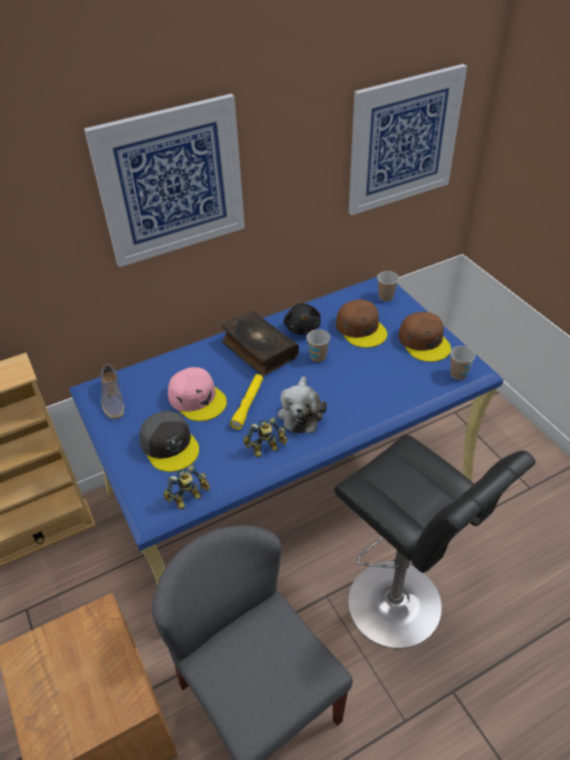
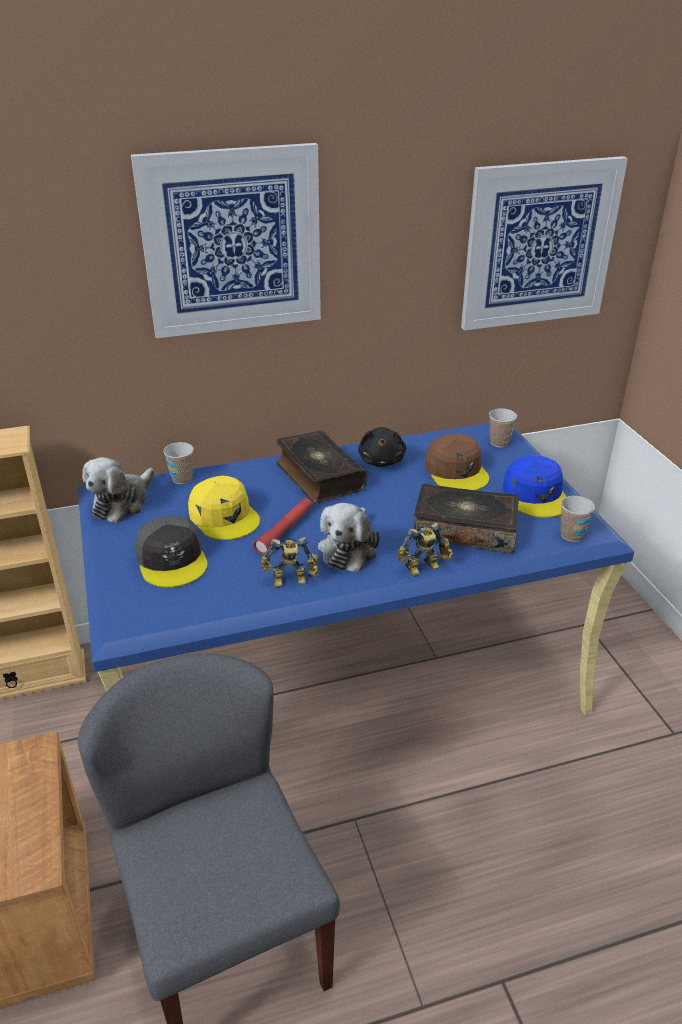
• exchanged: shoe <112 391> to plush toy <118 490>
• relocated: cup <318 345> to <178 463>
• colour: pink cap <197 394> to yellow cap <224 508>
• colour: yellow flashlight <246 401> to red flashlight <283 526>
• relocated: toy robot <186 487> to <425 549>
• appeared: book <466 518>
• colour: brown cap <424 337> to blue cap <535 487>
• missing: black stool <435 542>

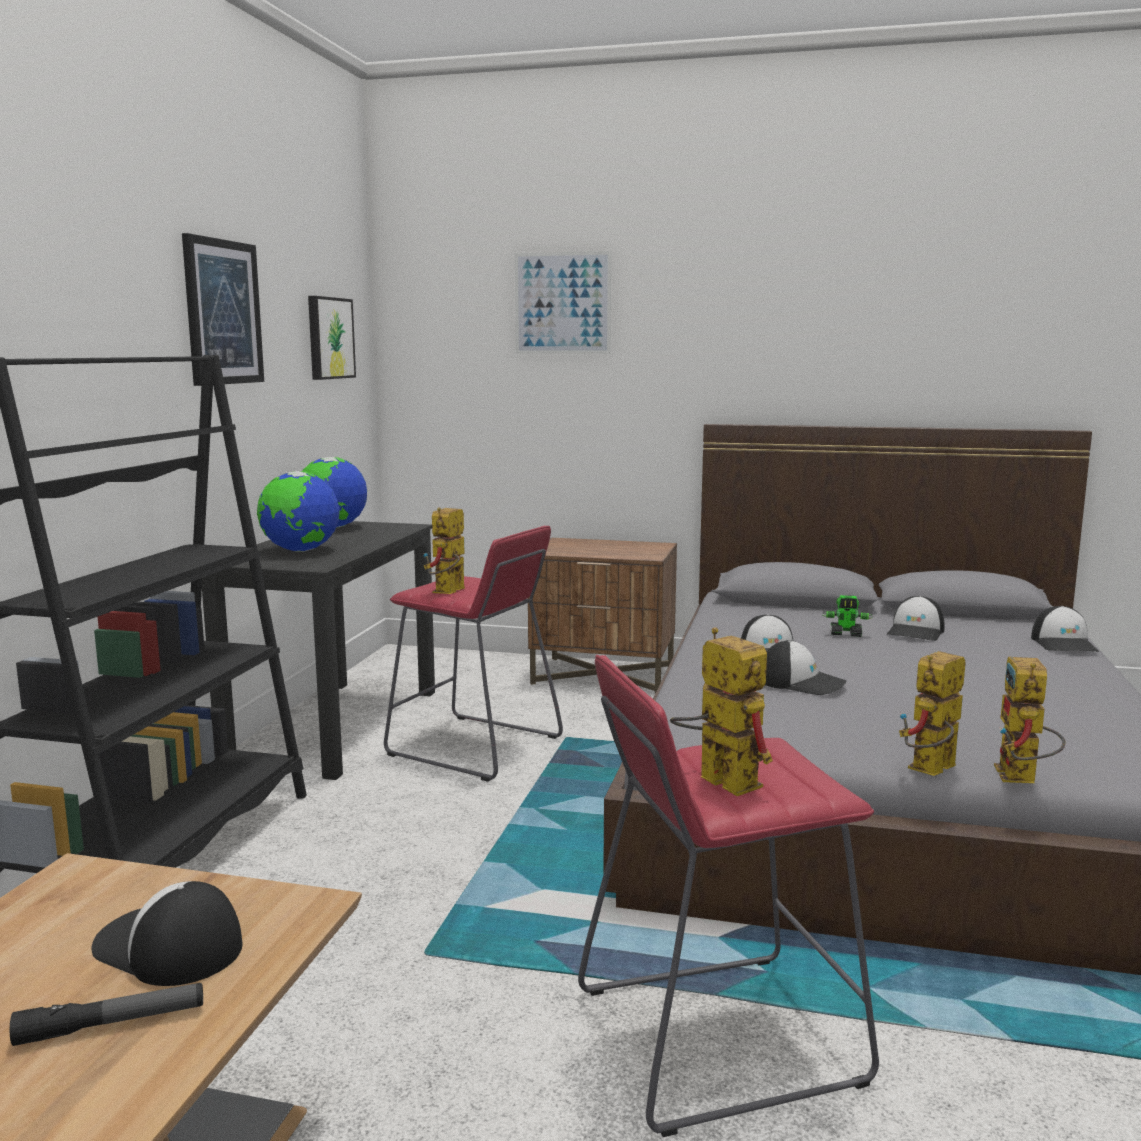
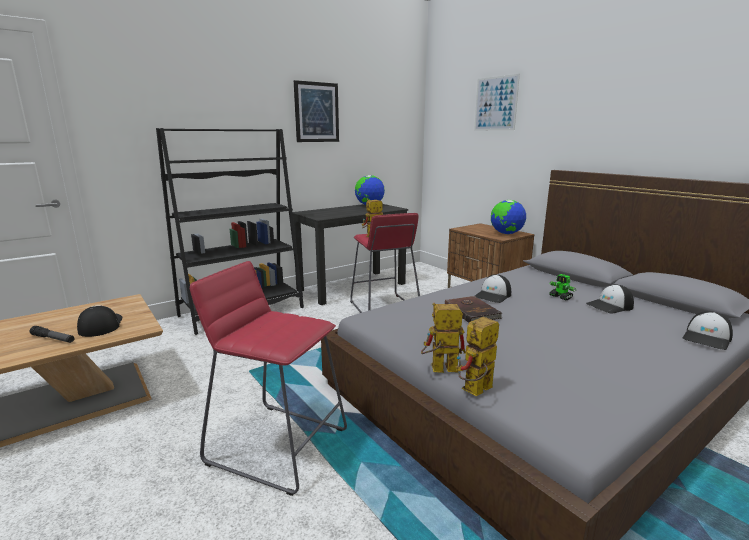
• exchanged: cap <806 667> to brown book <473 309>
• relocated: globe <298 511> to <508 217>
• missing: picture <332 338>
• missing: toy robot <721 711>

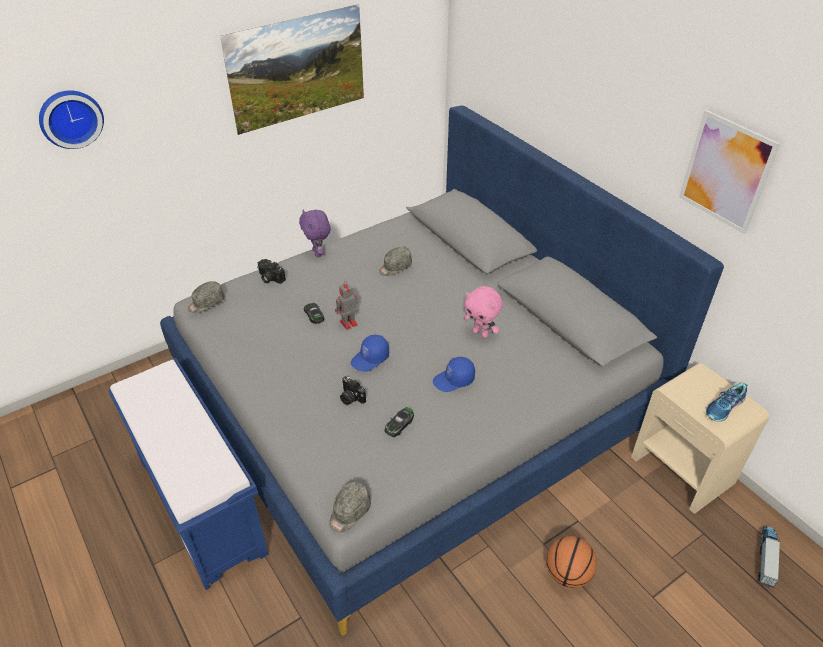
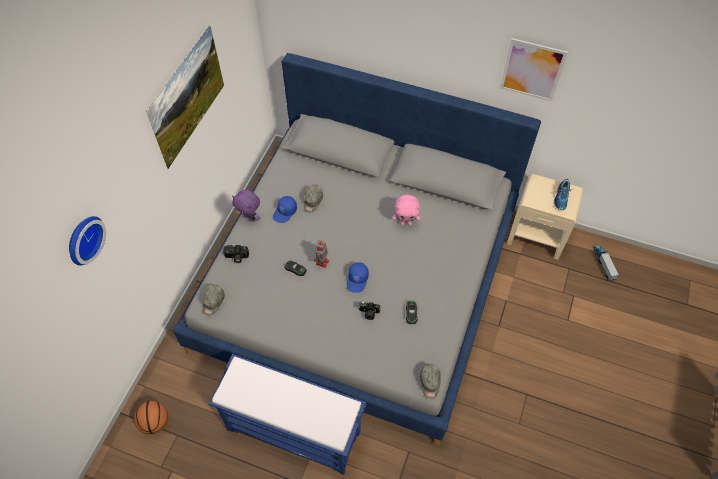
• relocated: basketball <572 562> to <151 417>
• relocated: blue cap <454 374> to <285 209>

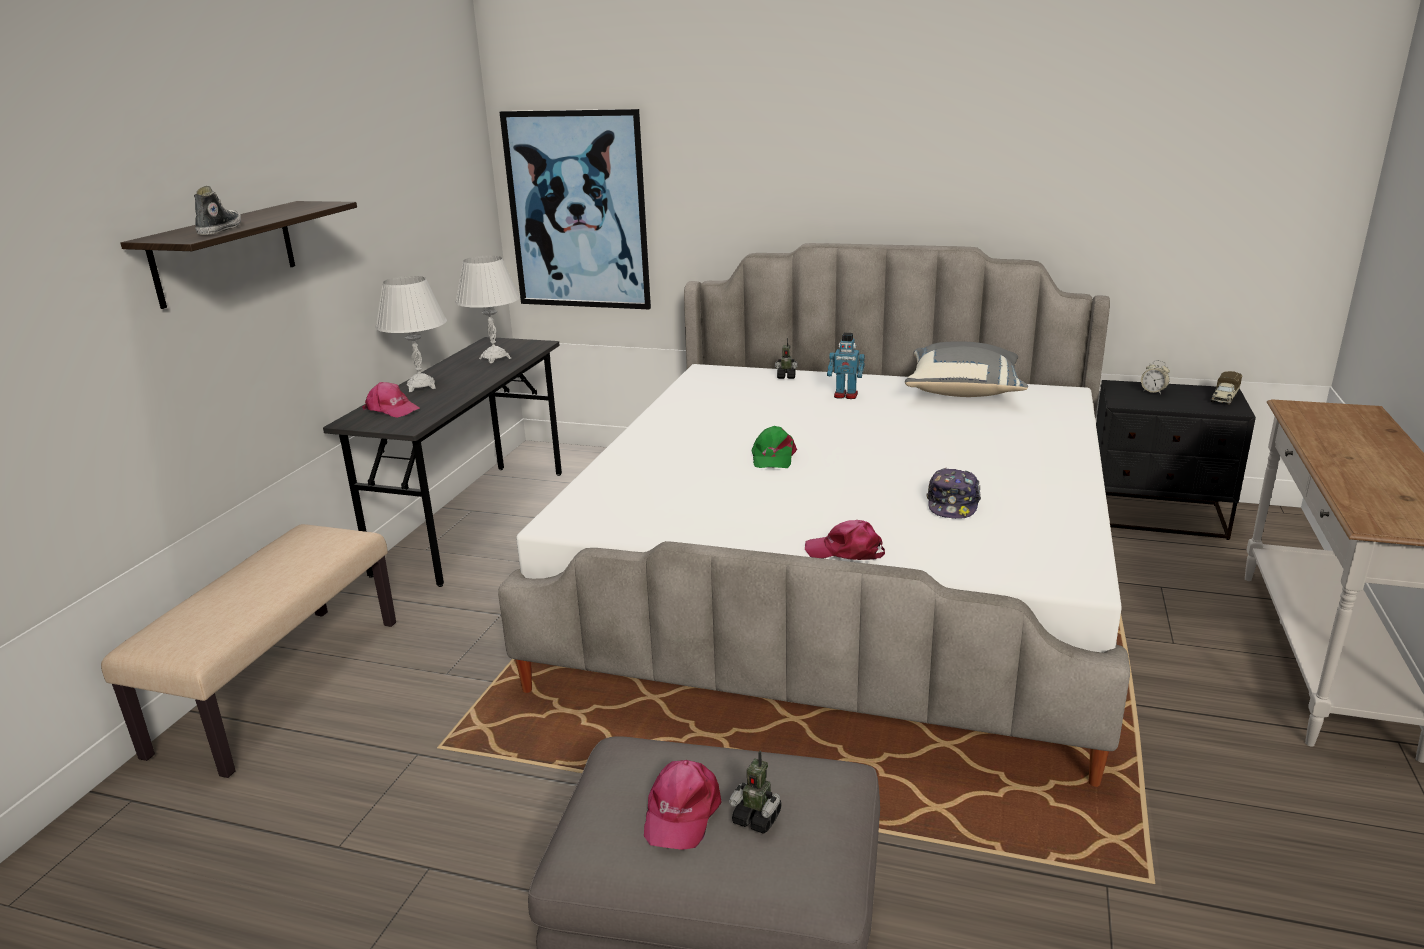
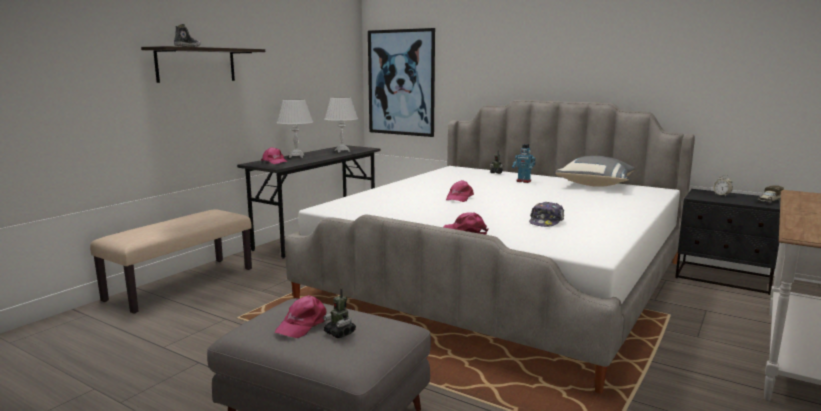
• colour: green cap <774 447> to pink cap <460 191>

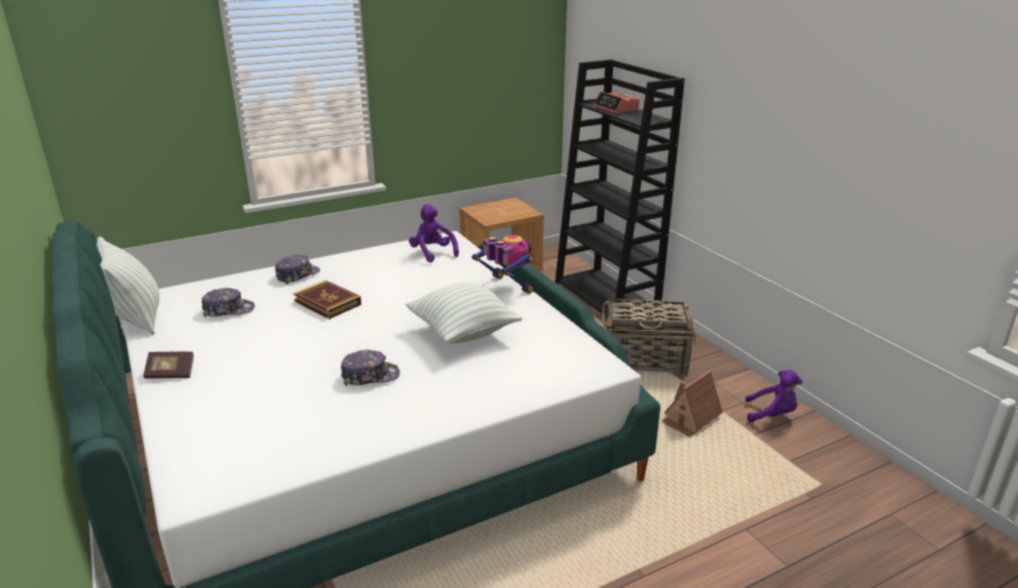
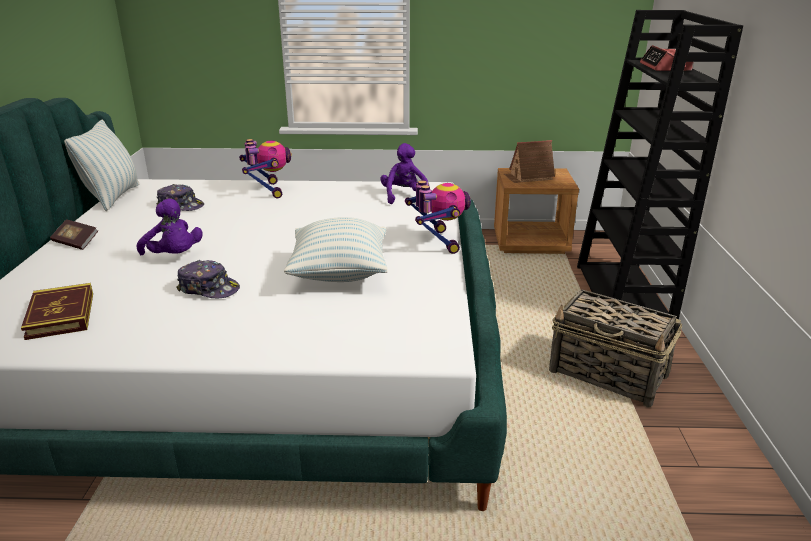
• relocated: book <327 299> to <57 311>
• relocated: purple plush toy <773 396> to <169 227>
• exchanged: cap <297 269> to toy robot <265 168>
• relocated: toy house <692 403> to <529 161>

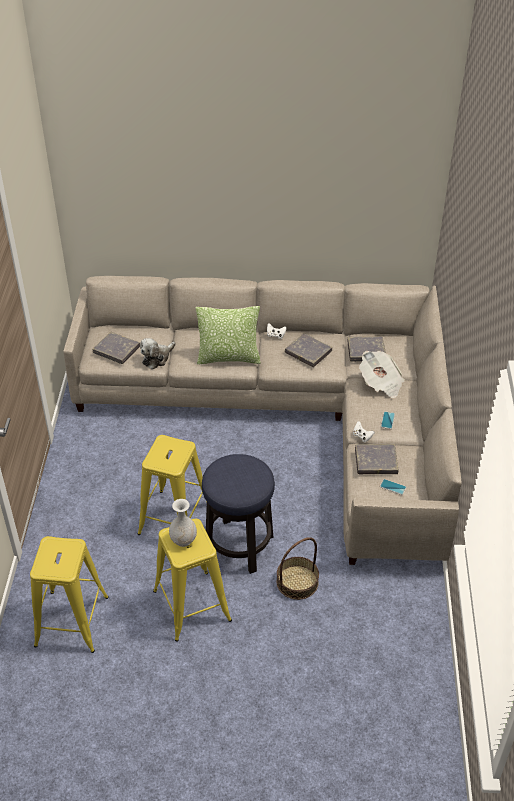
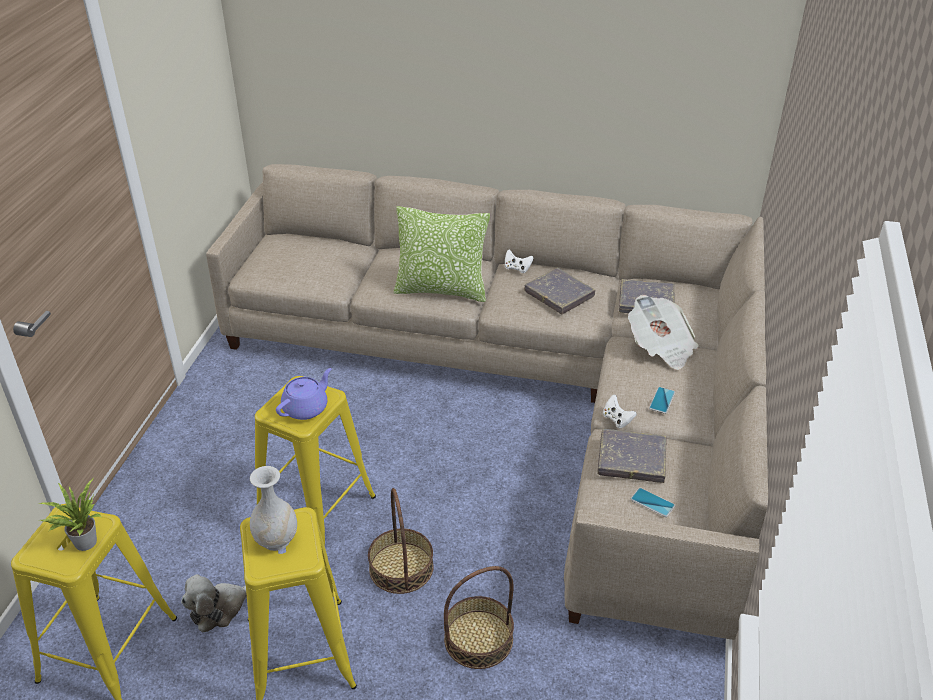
• appeared: potted plant <70 515>
• relocated: plush toy <158 353> to <214 603>
• appeared: purple teapot <303 394>
• exchanged: stool <238 514> to basket <401 541>
• missing: grey book <116 348>

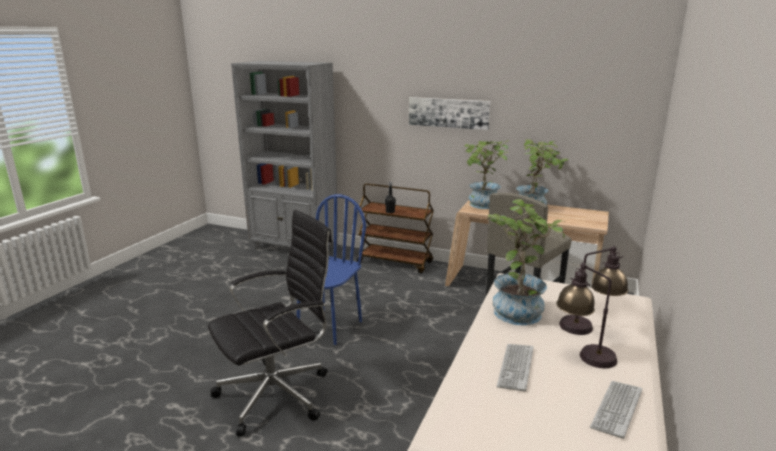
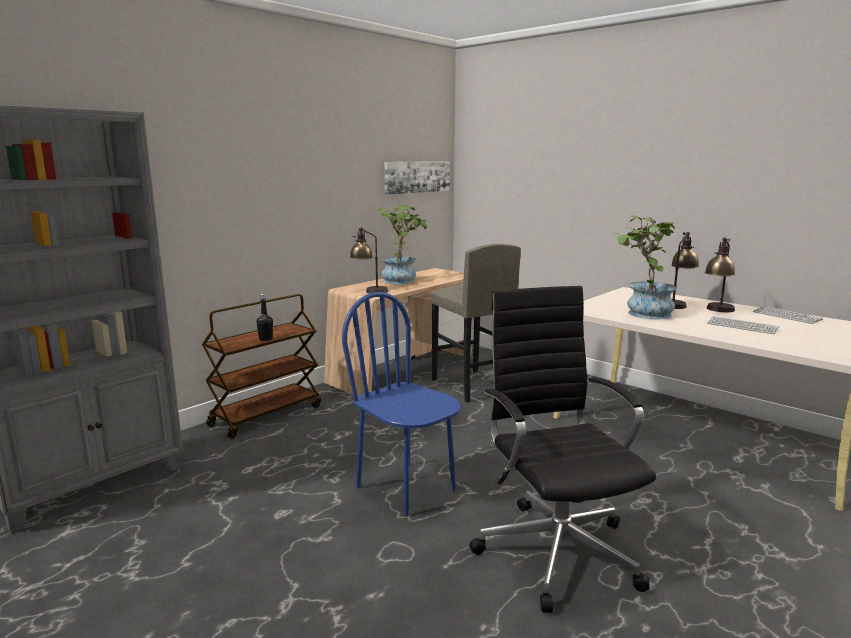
• exchanged: potted plant <486 174> to table lamp <369 260>
• relocated: picture <450 113> to <417 178>

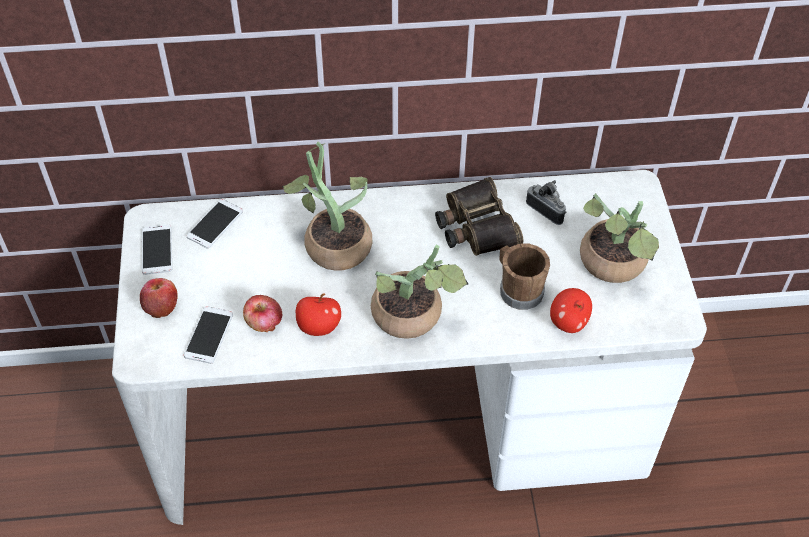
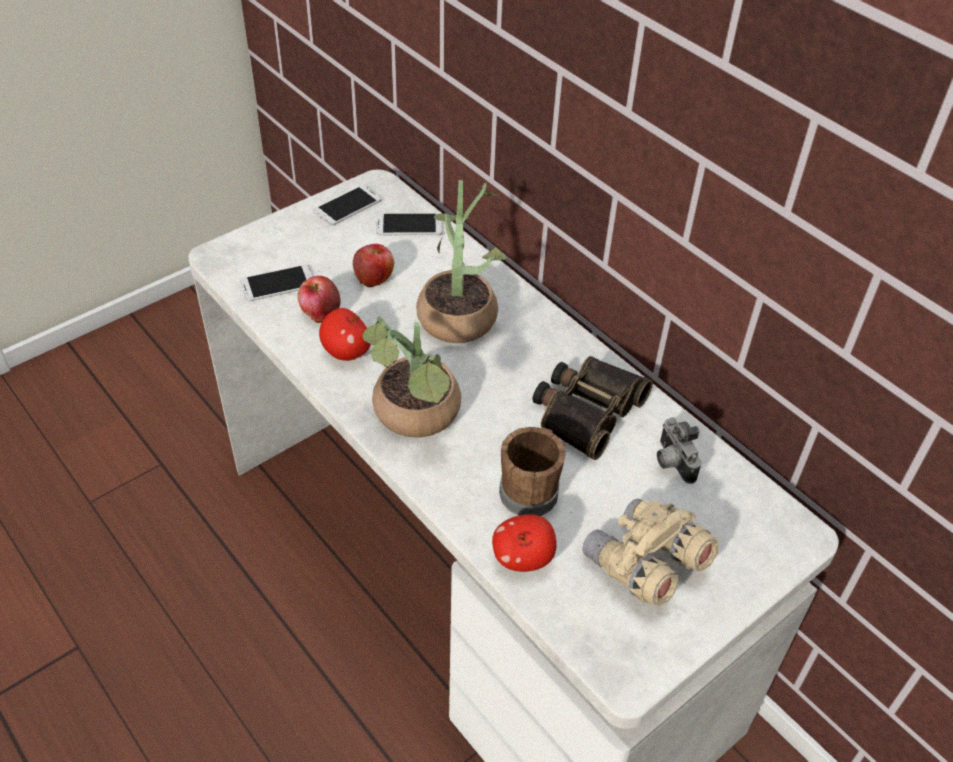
• relocated: apple <158 298> to <373 265>
• exchanged: potted plant <619 238> to beige binoculars <650 552>
• spun: photo camera <546 202> = <679 450> 150 degrees clockwise

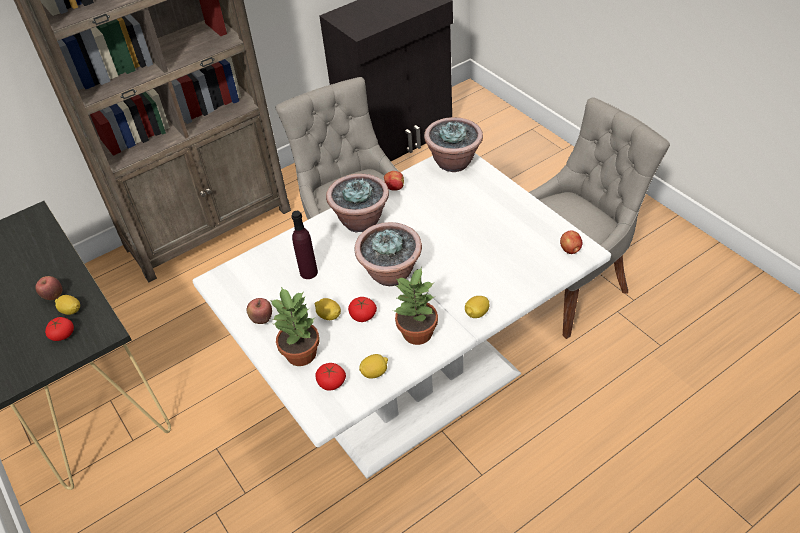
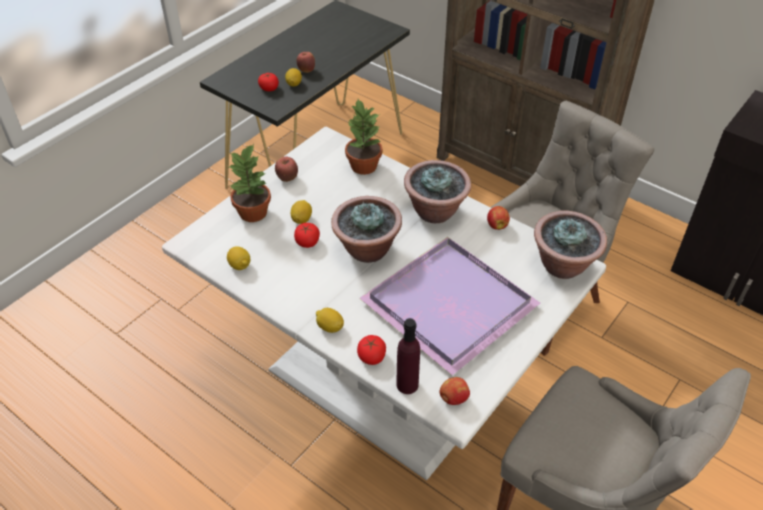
• relocated: potted plant <416 306> to <363 137>
• relocated: tomato <330 377> to <371 350>
• appeared: purple tray <449 306>
• relocated: purple bottle <304 245> to <408 356>

